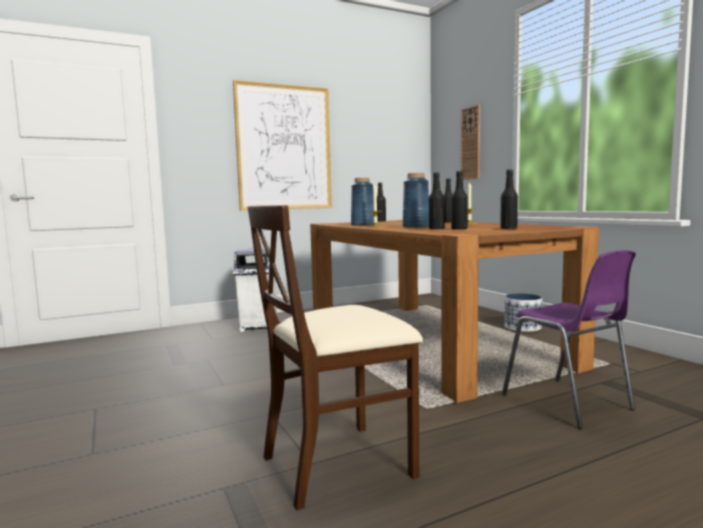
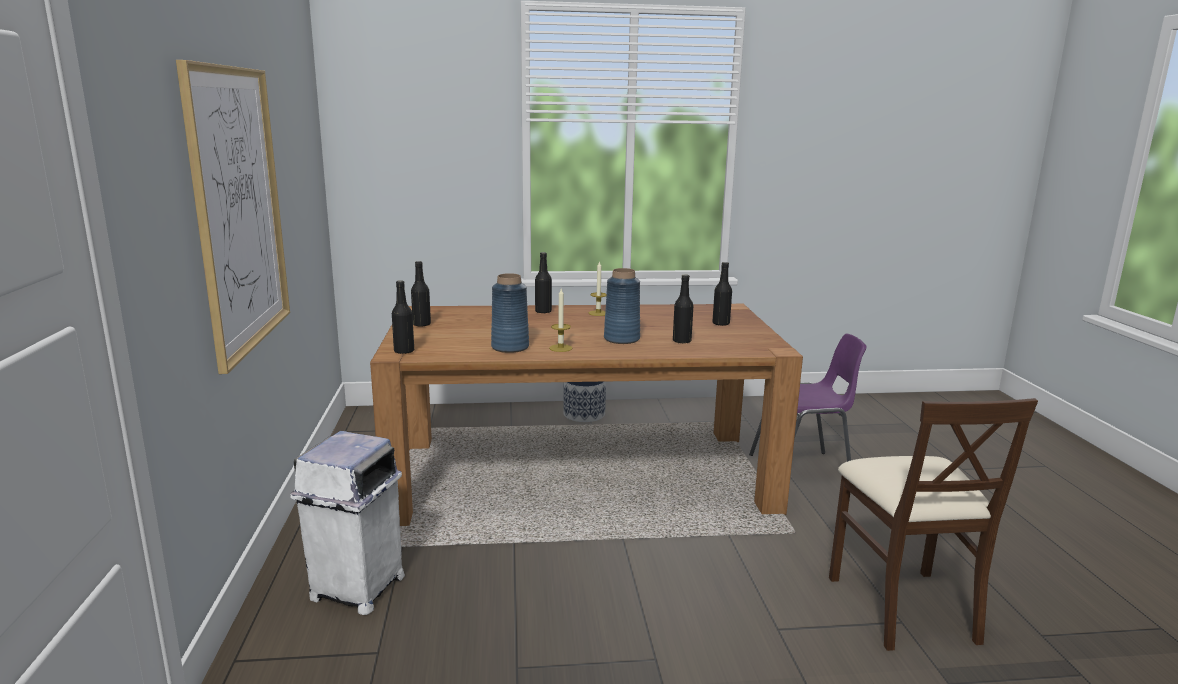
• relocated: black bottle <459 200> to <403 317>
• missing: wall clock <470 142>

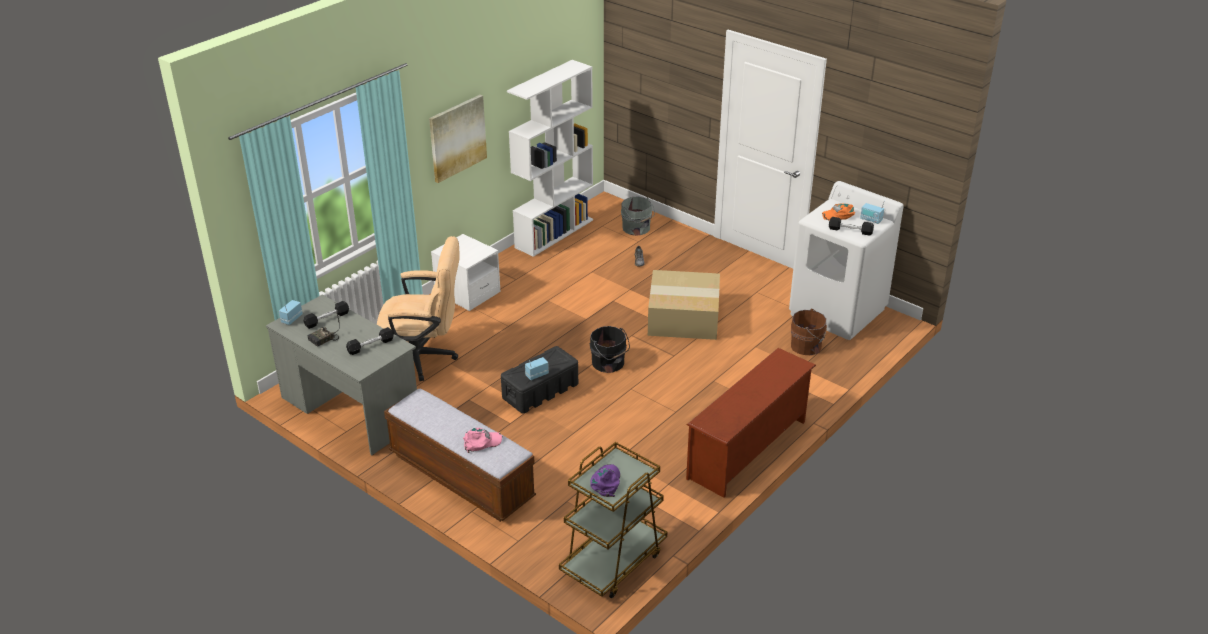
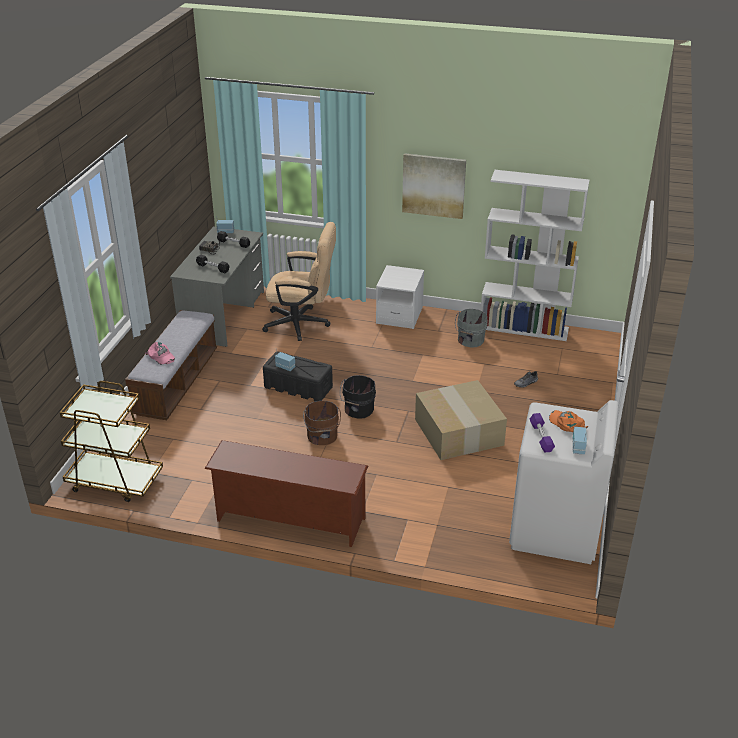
• spun: beige office chair <418 308> = <299 281> 60 degrees counterclockwise
• relocated: brown bucket <809 332> to <322 423>
• relocated: grey bucket <638 216> to <471 328>
• colour: black dumbbell <851 226> to purple dumbbell <542 432>
• missing: purple cap <605 480>

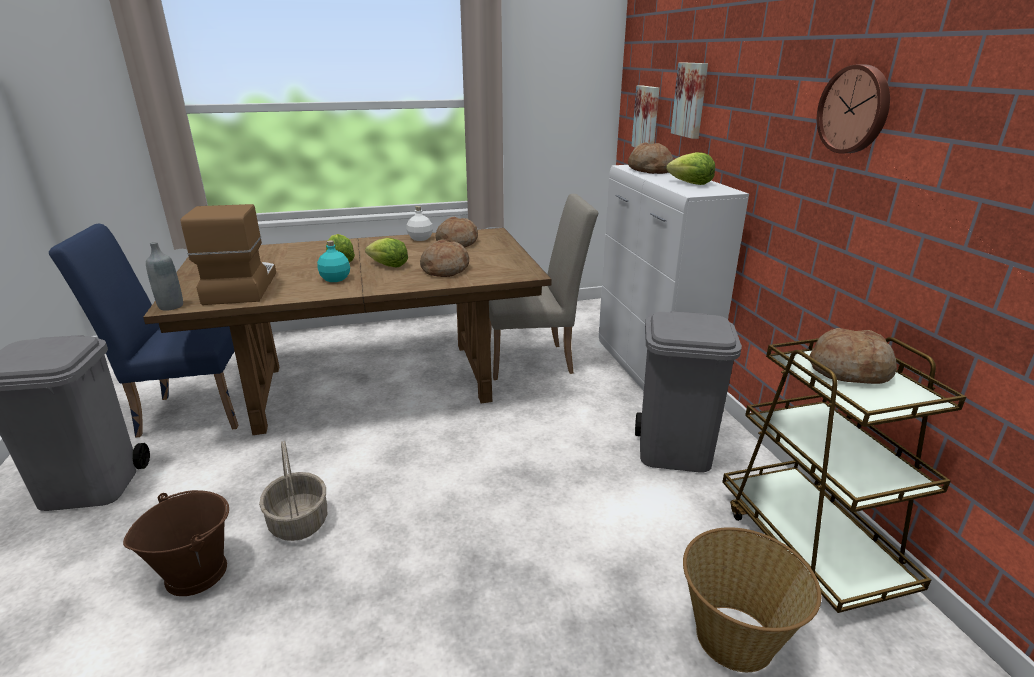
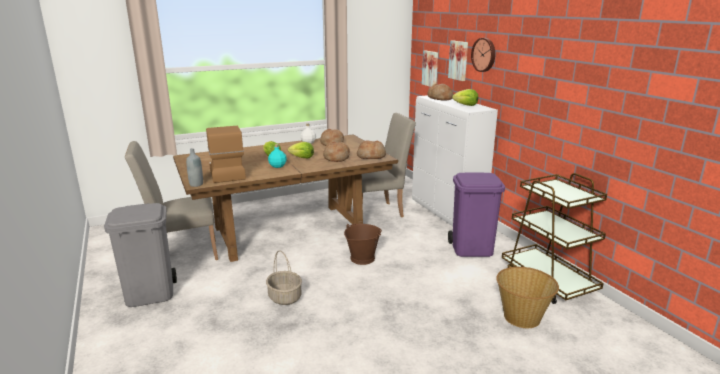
• colour: blue chair <144 331> to beige chair <171 200>
• relocated: brown bucket <176 543> to <363 244>
• relocated: bread <853 356> to <371 149>
• colour: grey trash can <688 391> to purple trash can <476 214>
• relocated: wall clock <853 109> to <483 55>

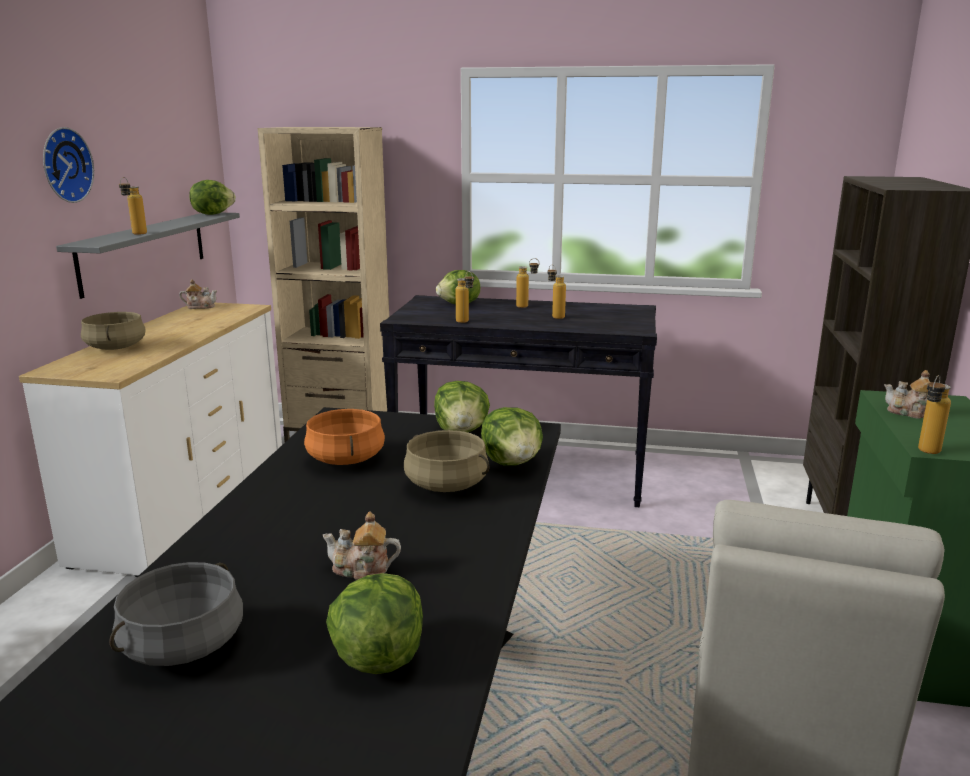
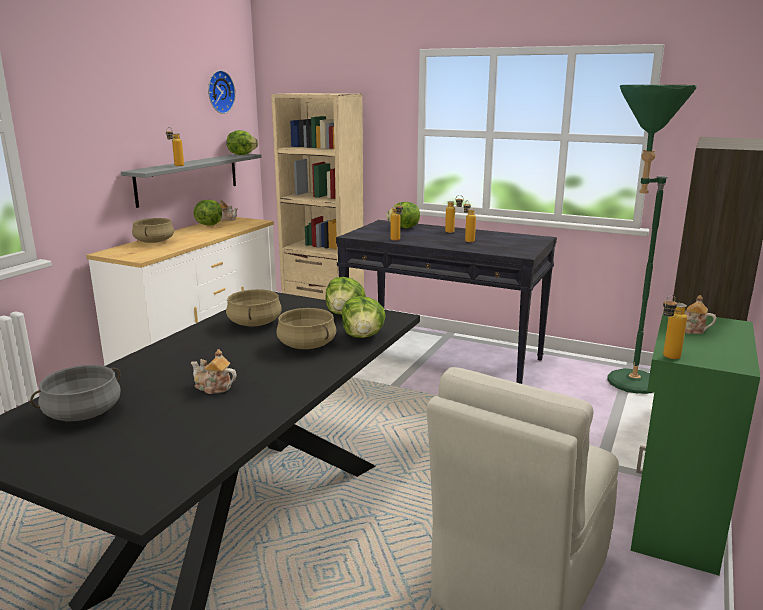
• relocated: lettuce <374 623> to <208 213>
• relocated: wall clock <68 165> to <221 92>
• colour: orange cooking pot <344 437> to beige cooking pot <254 308>
• appeared: green floor lamp <652 239>

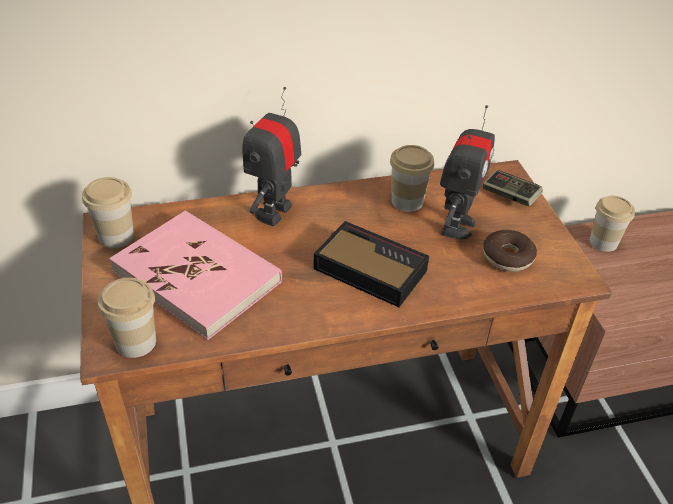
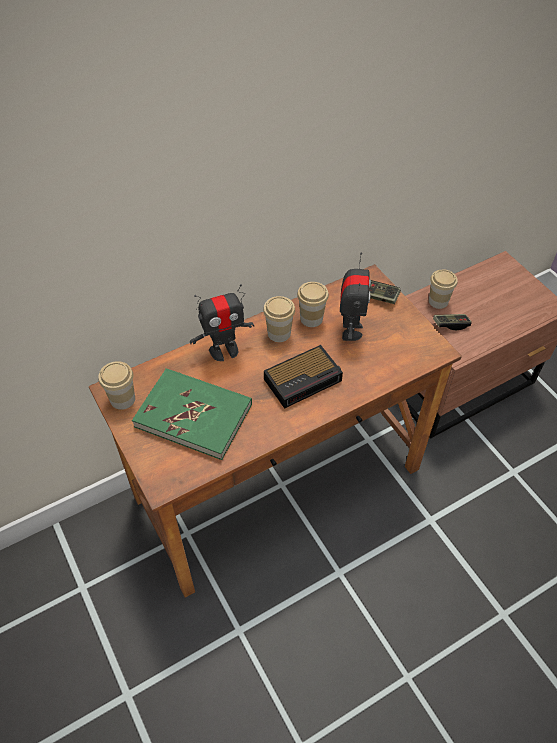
• colour: pink book <195 275> to green book <192 414>
• spun: toy robot <272 156> = <222 322> 120 degrees counterclockwise
• relocated: cup <127 318> to <279 319>
• spun: alarm clock <371 264> = <303 377> 135 degrees clockwise
• appeared: game controller <452 322>
• missing: donut <510 251>

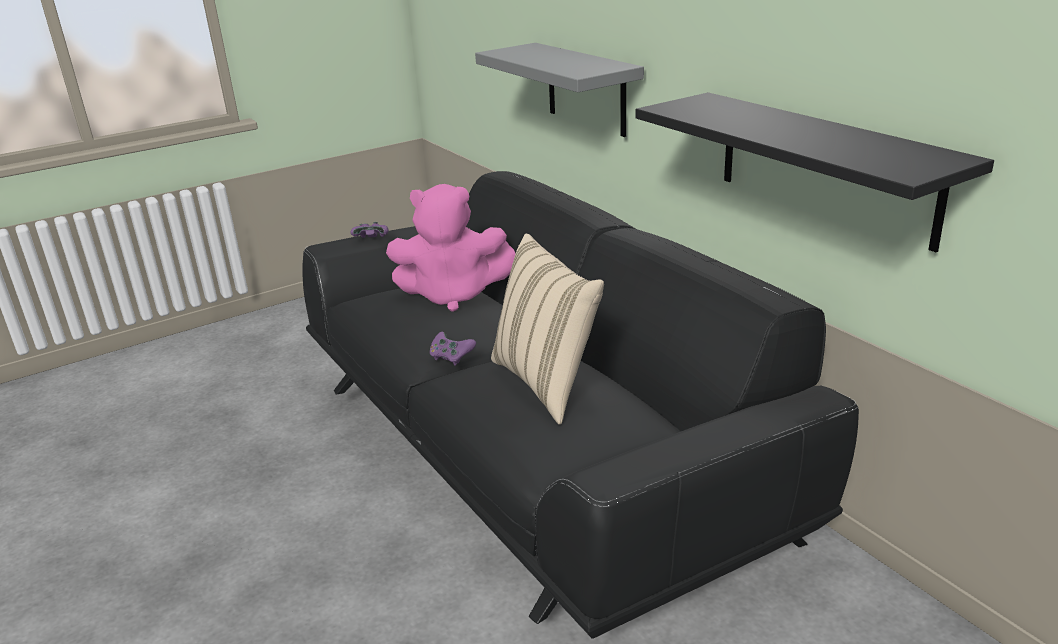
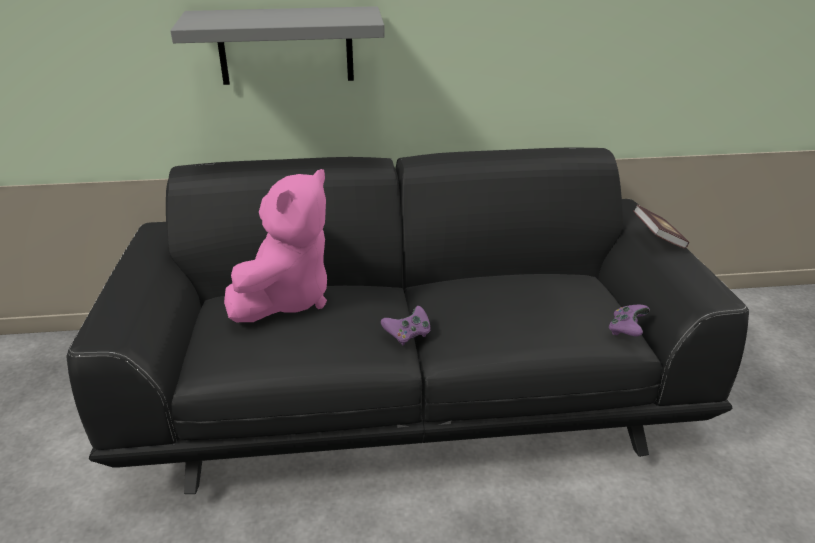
• relocated: purple game controller <369 230> to <629 320>
• appeared: book <661 227>
• missing: beige pillow <547 328>
• missing: black shelf <815 172>

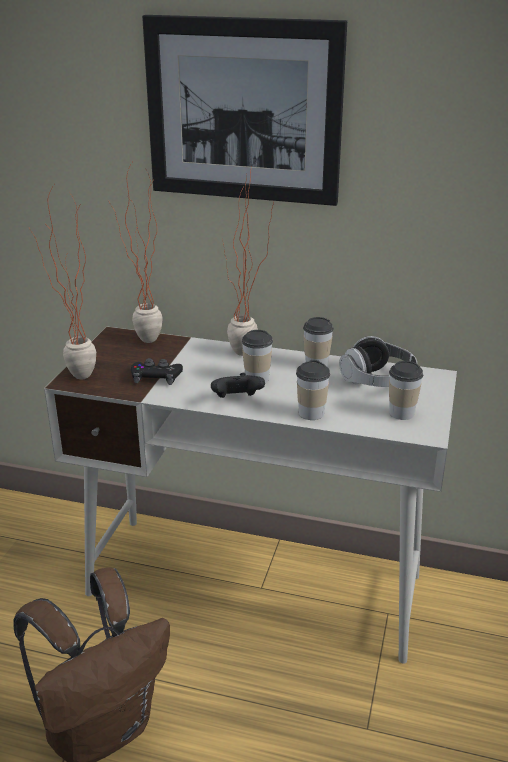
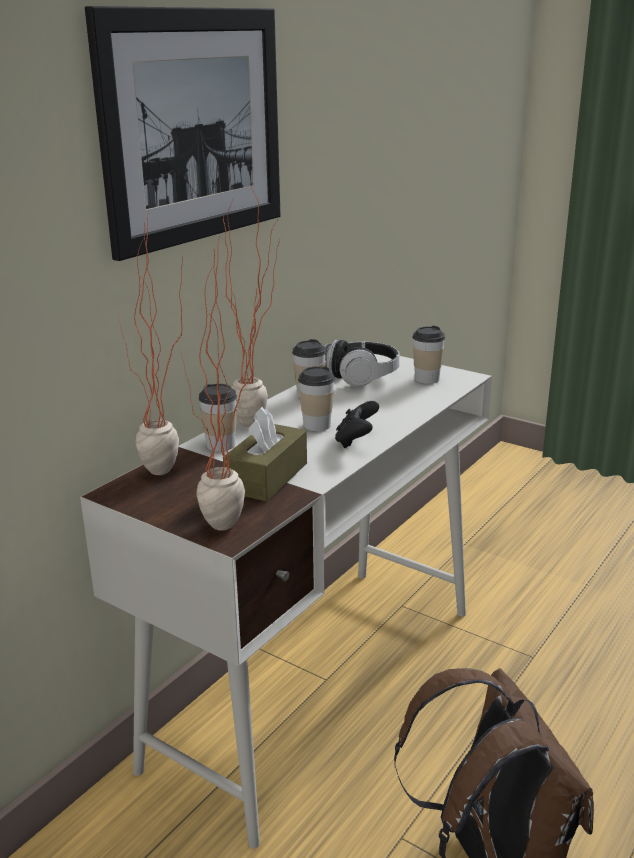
• relocated: cup <313 390> to <217 418>
• exchanged: black game controller <157 371> to brown tissue box <265 454>

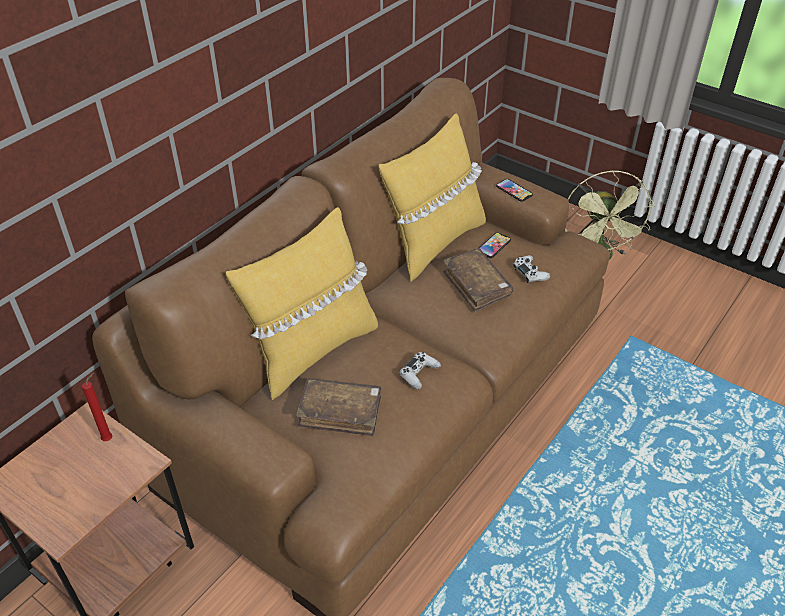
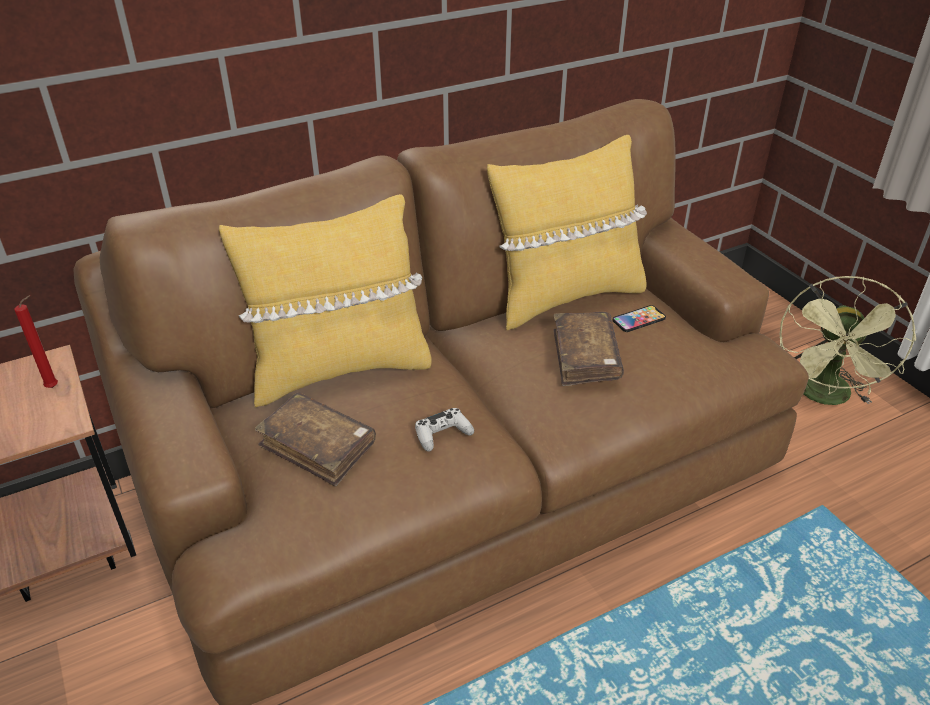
• missing: phone <514 190>
• missing: white game controller <531 269>

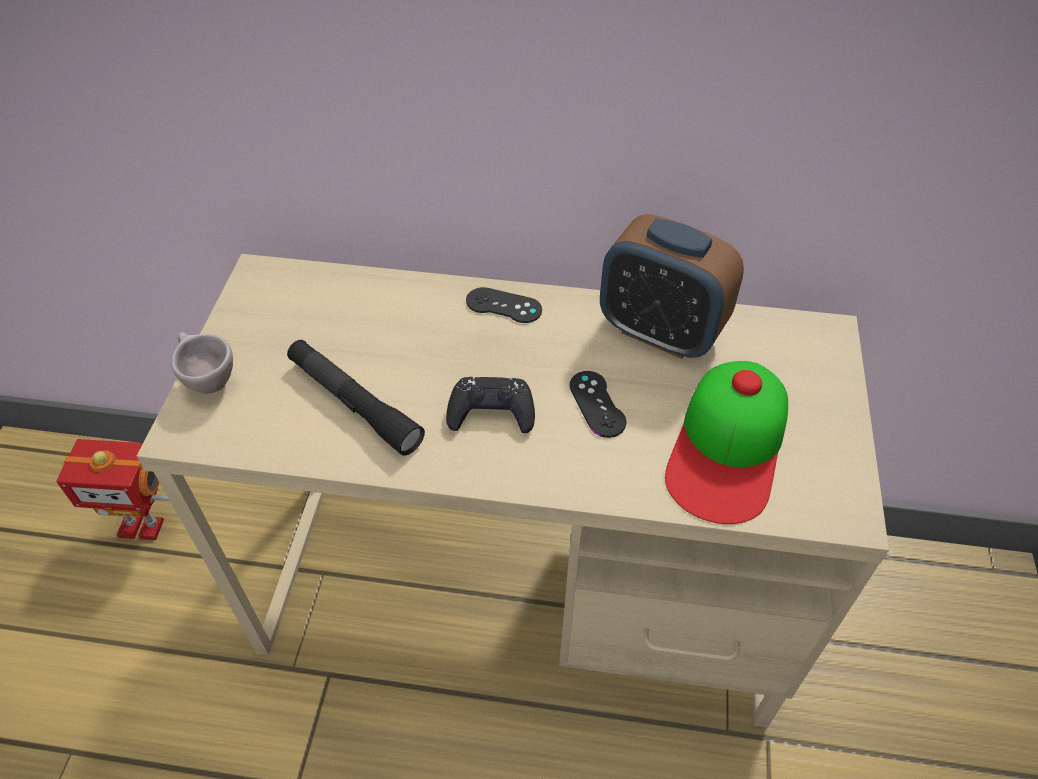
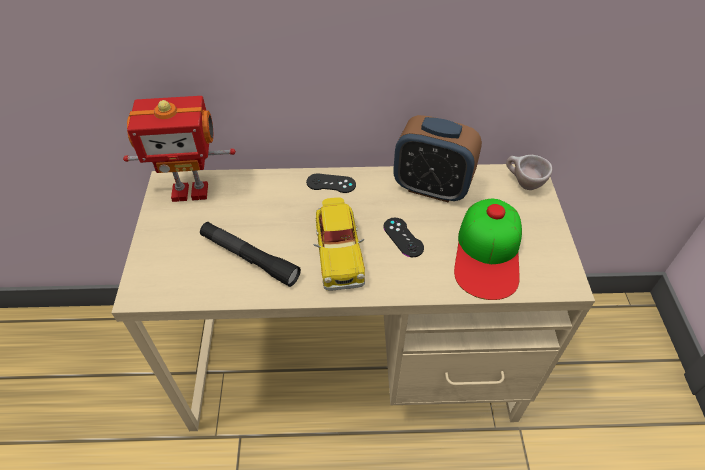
• relocated: toy robot <113 489> to <179 149>
• exchanged: black game controller <490 405> to toy car <339 244>
• relocated: beige cup <202 363> to <529 172>

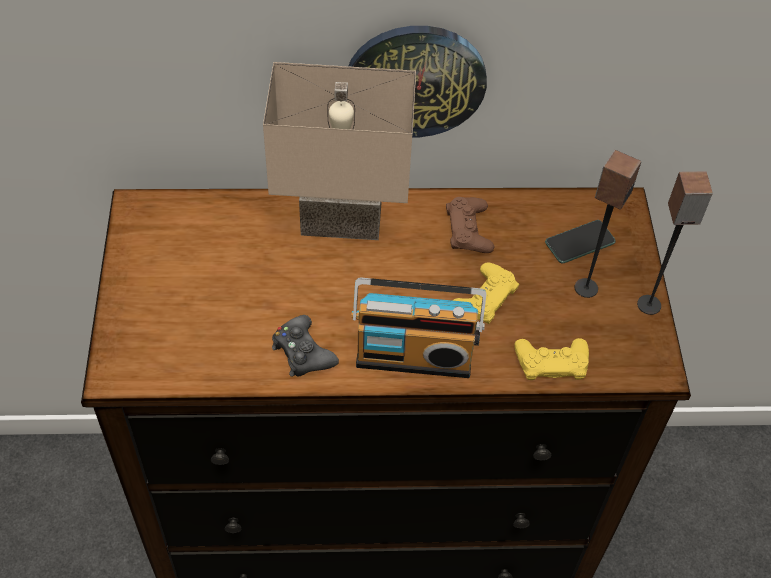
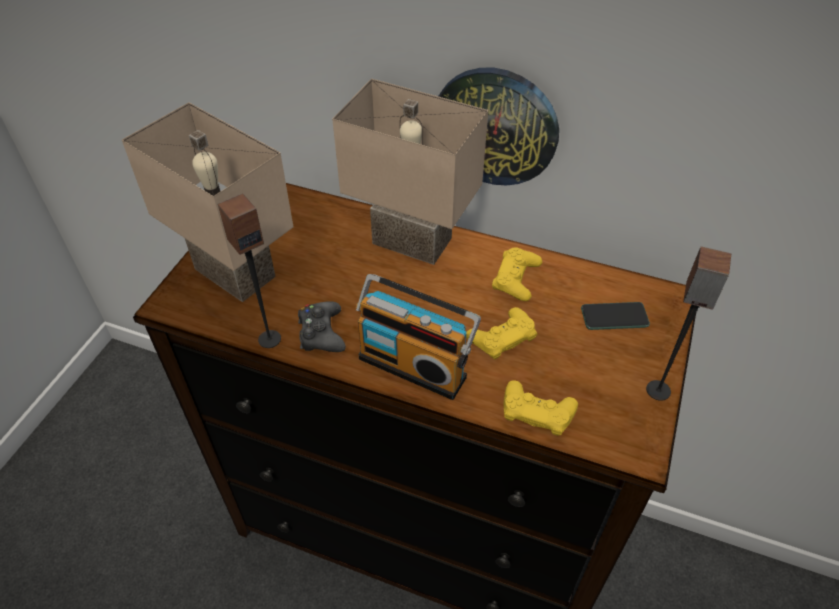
• appeared: beige table lamp <207 202>
• relocated: speaker <607 224> to <249 270>
• colour: brown game controller <470 225> to yellow game controller <517 274>

